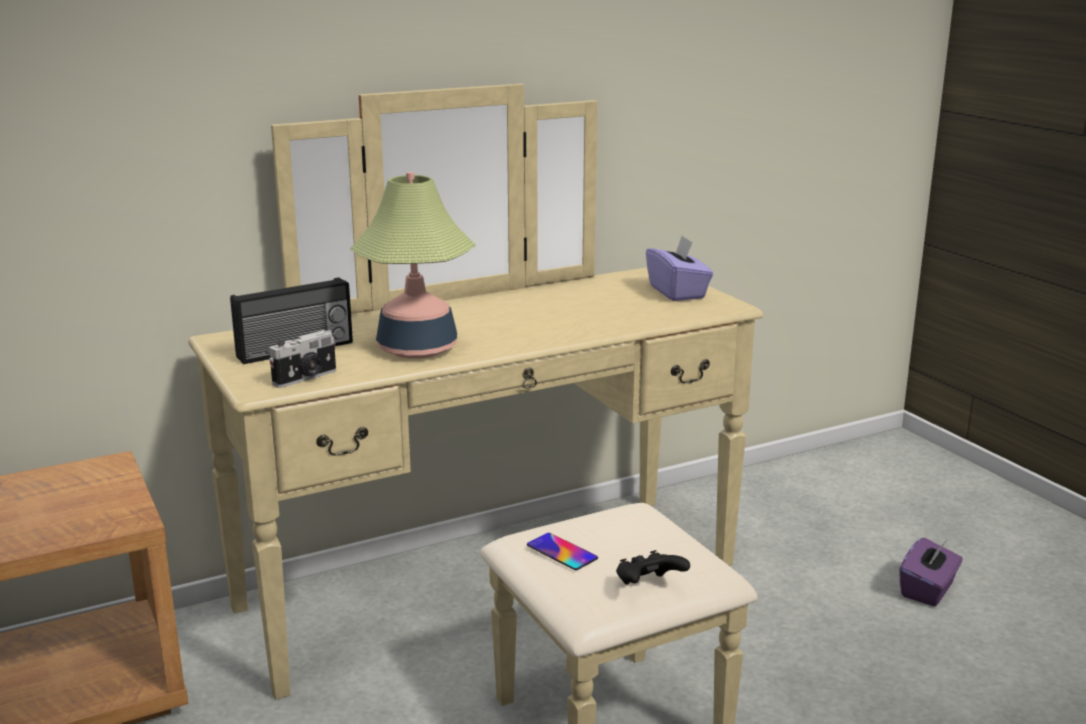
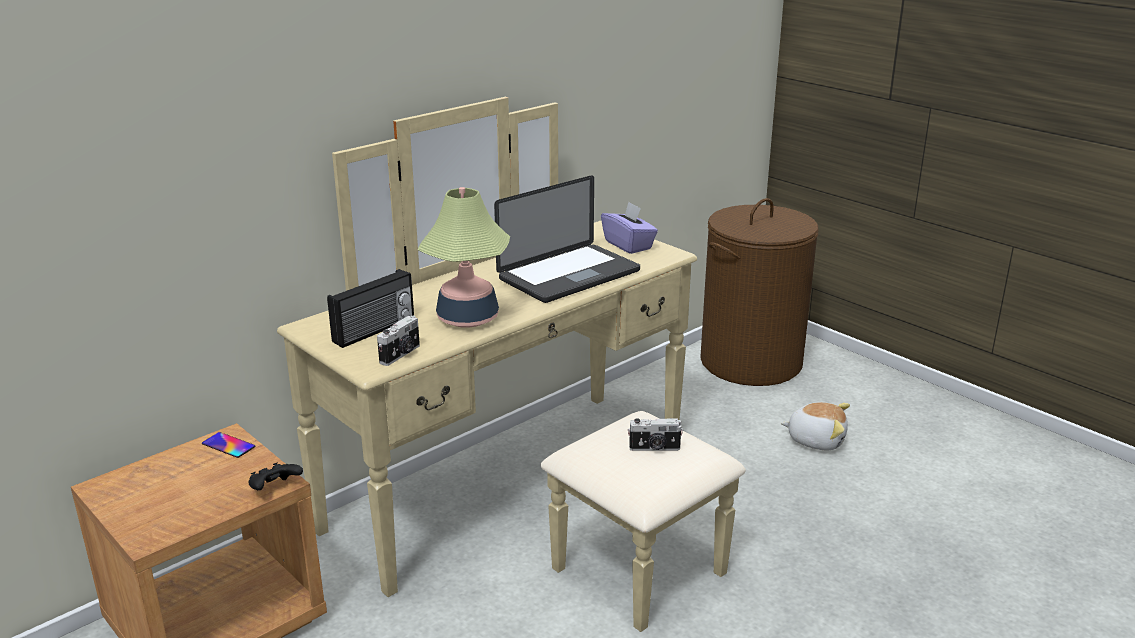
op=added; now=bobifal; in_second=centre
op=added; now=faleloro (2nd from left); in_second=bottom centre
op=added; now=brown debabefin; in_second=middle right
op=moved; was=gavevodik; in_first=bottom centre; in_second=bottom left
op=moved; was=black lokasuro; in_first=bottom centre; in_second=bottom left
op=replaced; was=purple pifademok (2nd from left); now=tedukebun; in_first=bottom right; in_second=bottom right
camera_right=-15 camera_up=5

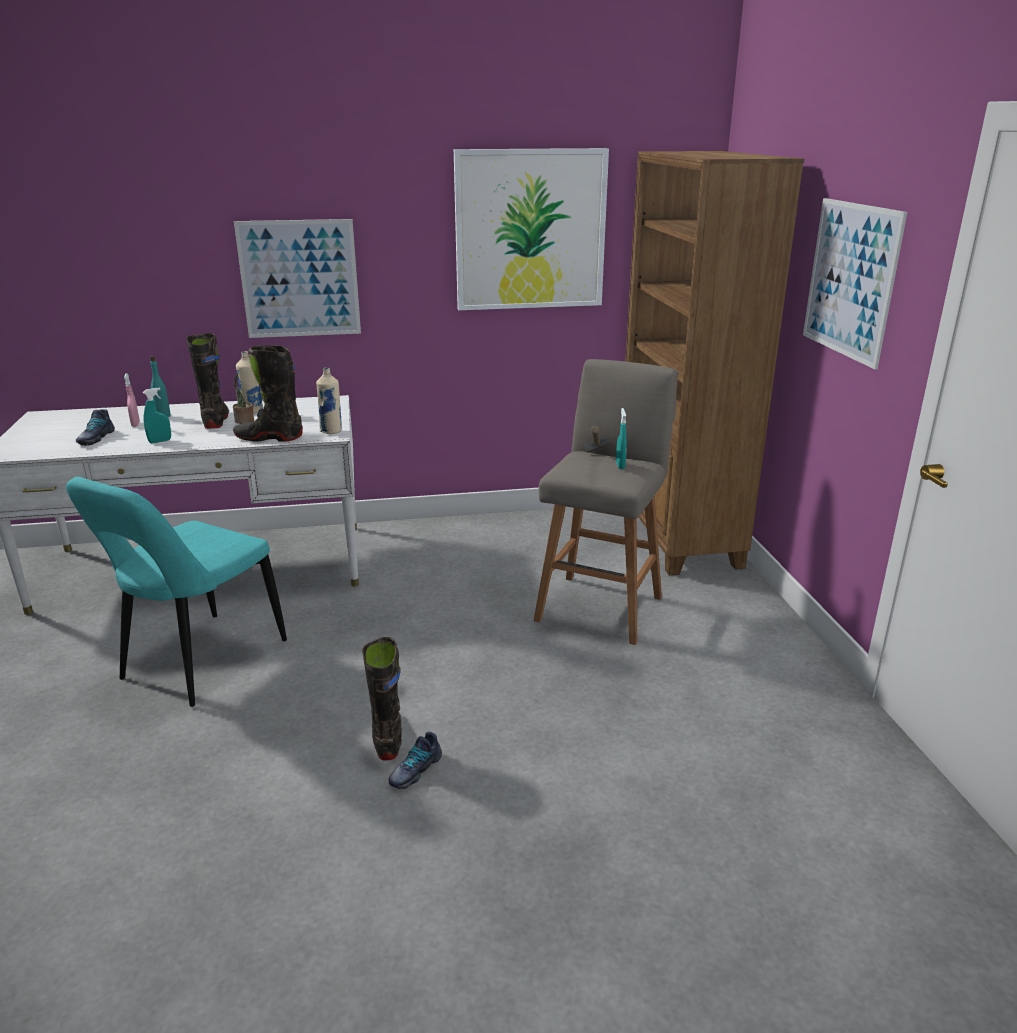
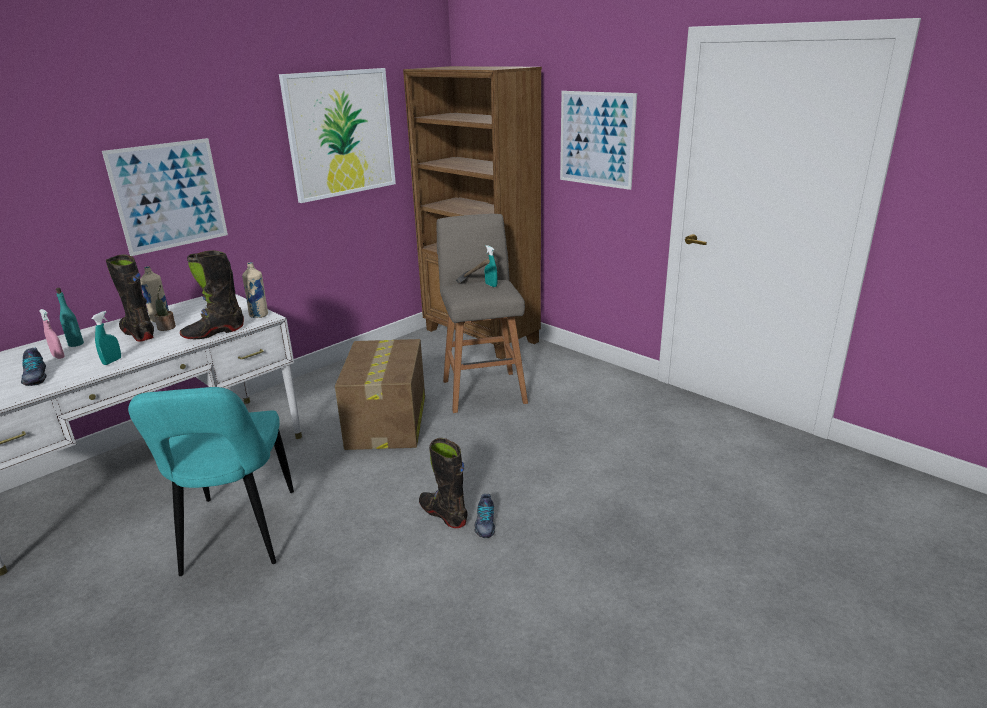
op=added; now=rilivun; in_second=centre
camera_right=-35 camera_up=0

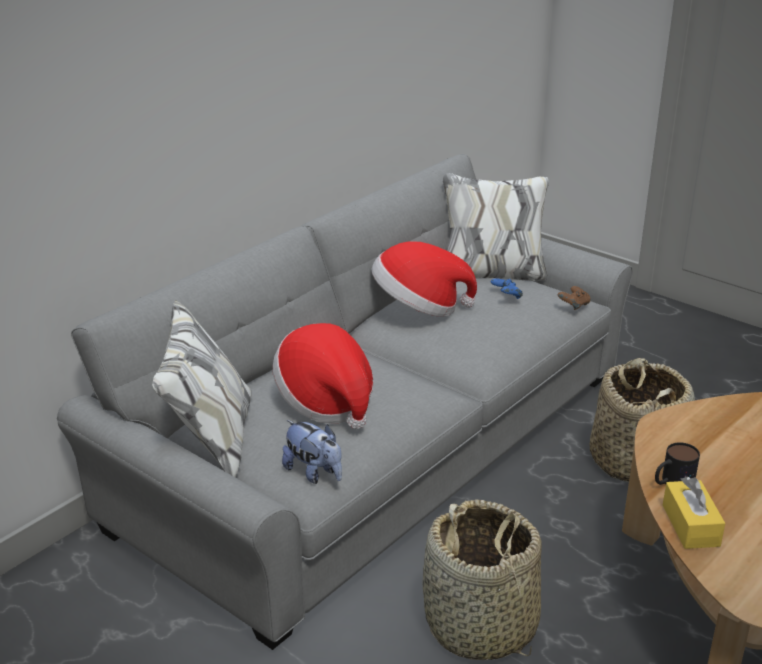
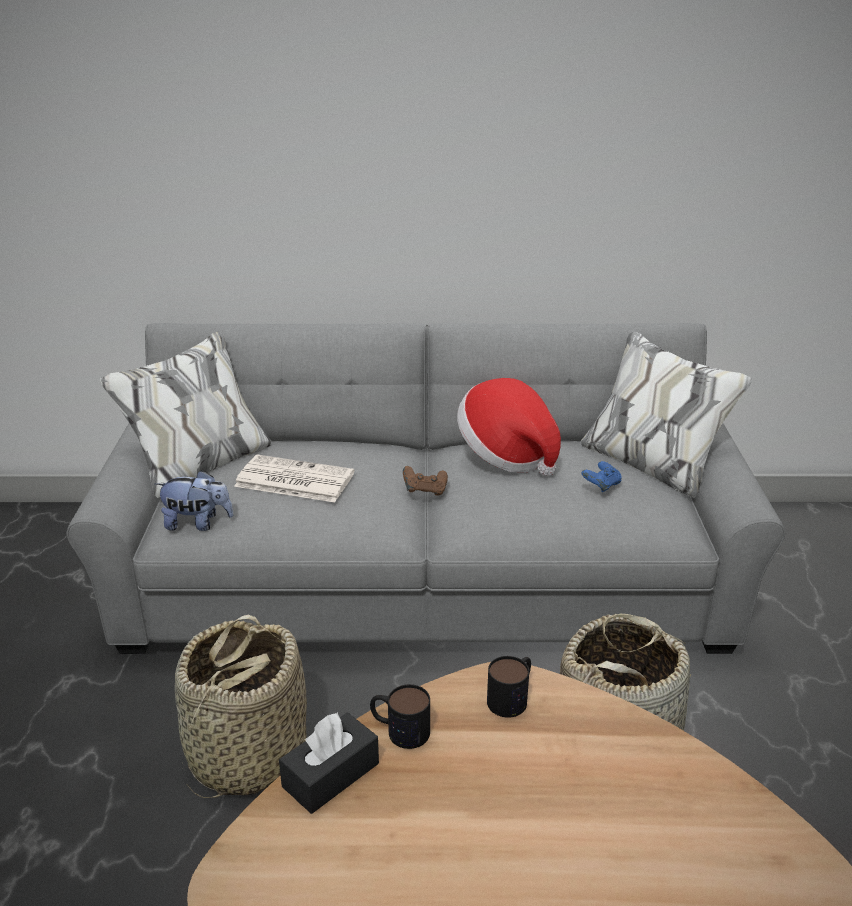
op=added; now=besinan (2nd from left); in_second=bottom centre
op=moved; was=brown lokasuro; in_first=middle right; in_second=centre
op=replaced; was=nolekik (1st from left); now=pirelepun; in_first=centre; in_second=centre
op=recoloured; was=yellow pifademok; now=black pifademok; in_first=bottom right; in_second=bottom centre
op=turned; was=tedukebun; in_first=bottom centre; in_second=middle left; clockwise=-90
camera_right=50 camera_up=0

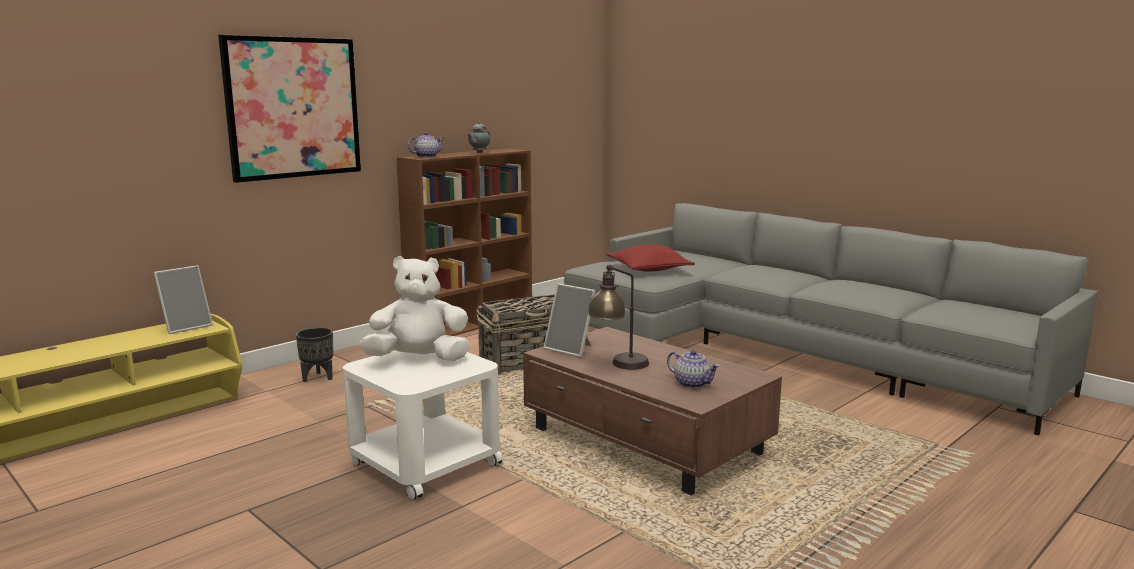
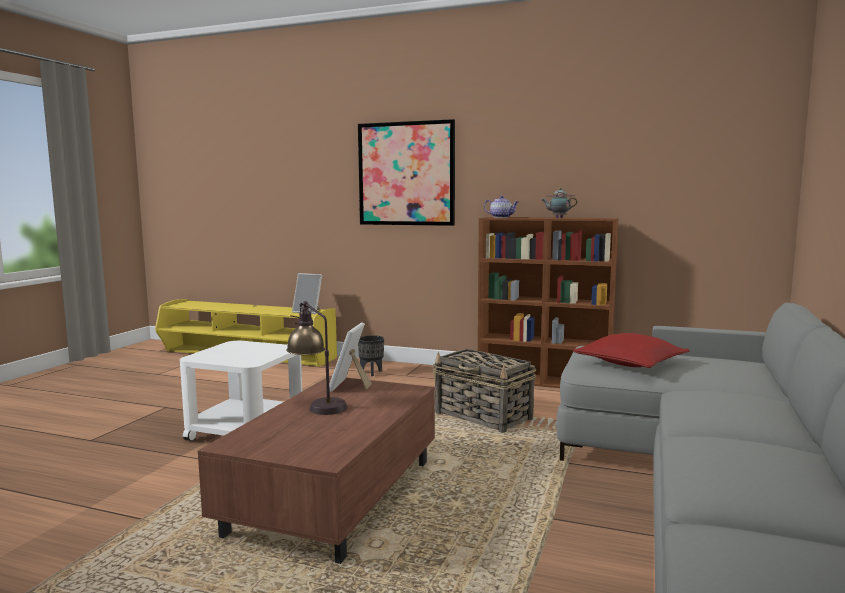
op=removed; was=white tedukebun; in_first=centre
op=removed; was=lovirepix (3rd from left); in_first=centre
camera_right=65 camera_up=-5

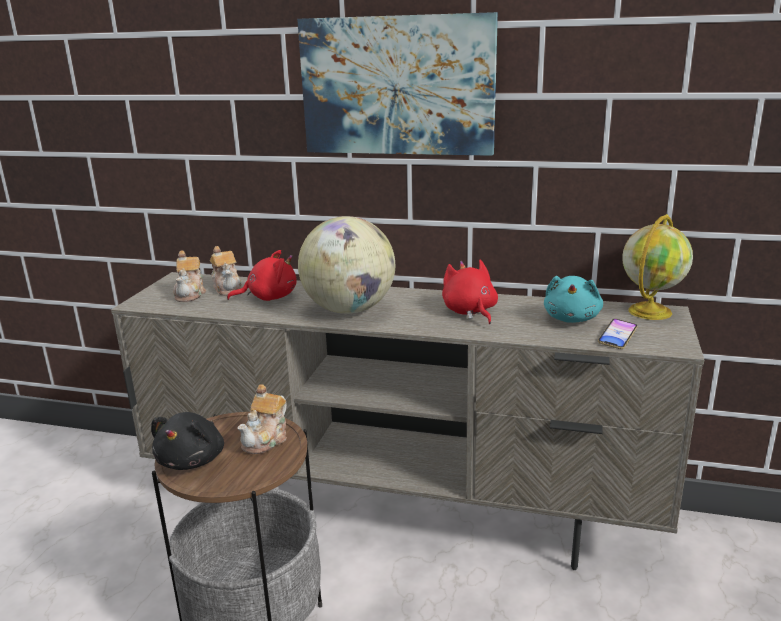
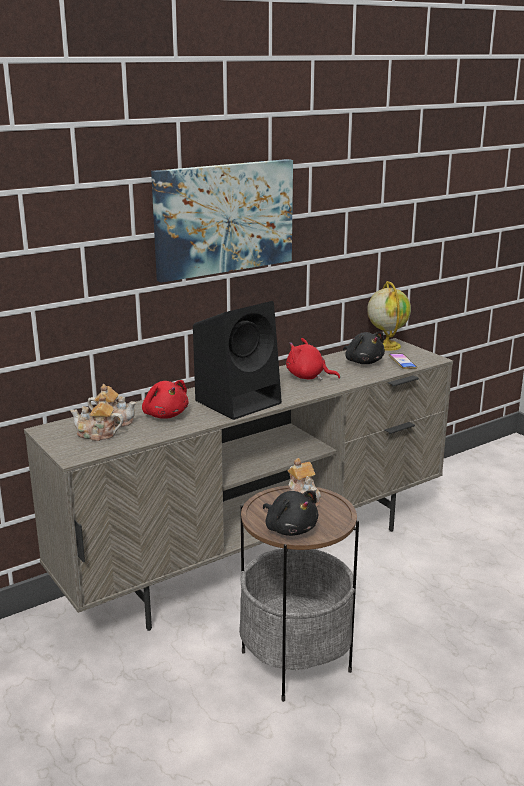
op=replaced; was=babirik (1st from left); now=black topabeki; in_first=centre; in_second=centre
op=recoloured; was=turquoise tedukebun; now=black tedukebun (2nd from left); in_first=middle right; in_second=middle right
op=turned; was=lovirepix (1st from left); in_first=middle left; in_second=middle left; clockwise=150
op=turned; was=red tedukebun (1st from left); in_first=centre; in_second=middle left; clockwise=120
camera_right=-50 camera_up=0

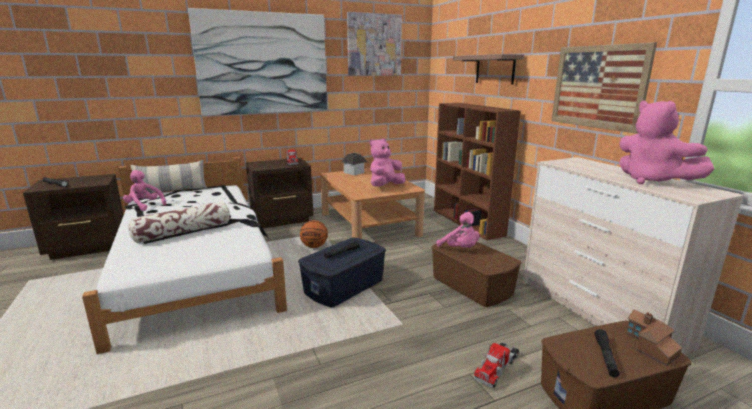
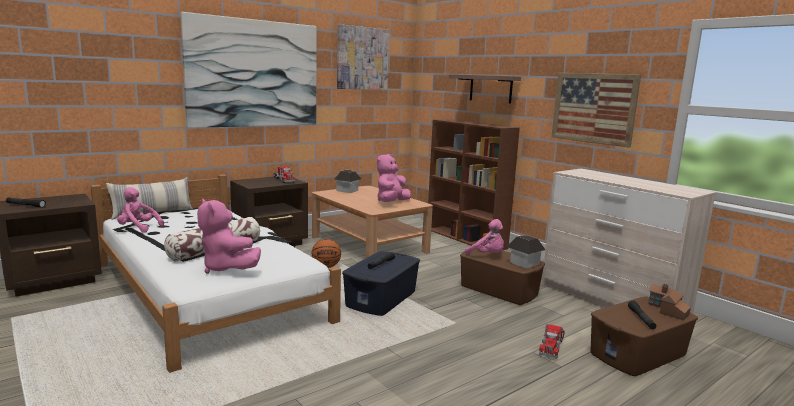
op=added; now=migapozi (2nd from left); in_second=centre
op=moved; was=pink tedukebun (4th from left in the first image); now=pink tedukebun (2nd from left); in_first=middle right; in_second=middle left
camera_right=-15 camera_up=-5

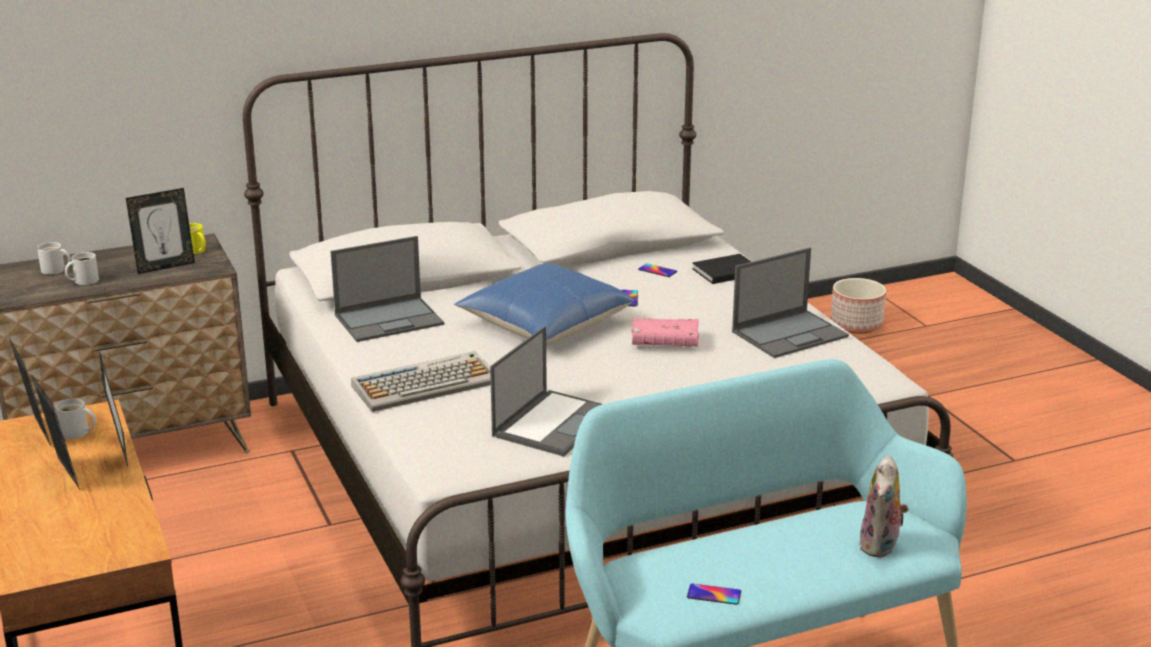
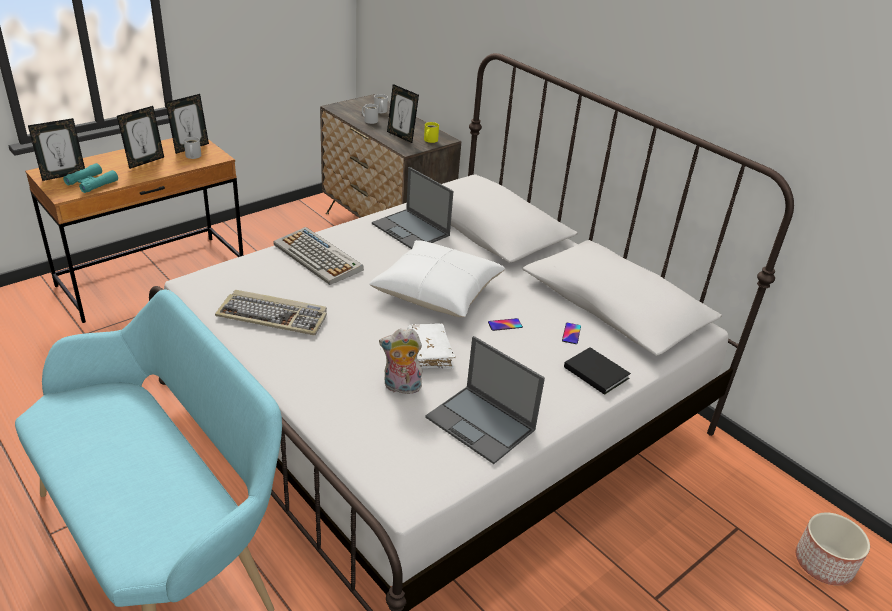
op=removed; was=gavevodik (3rd from left); in_first=bottom centre
op=added; now=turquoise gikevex; in_second=top left
op=moved; was=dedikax (3rd from left in the first image); now=dedikax (1st from left); in_first=middle left; in_second=top left
op=moved; was=tedukebun; in_first=bottom right; in_second=centre
op=replaced; was=bobifal (2nd from left); now=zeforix (1st from left); in_first=centre; in_second=middle left
op=recoloured; was=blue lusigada; now=white lusigada; in_first=centre; in_second=centre
op=recoloured; was=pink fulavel; now=white fulavel; in_first=centre; in_second=centre
camera_right=70 camera_up=10

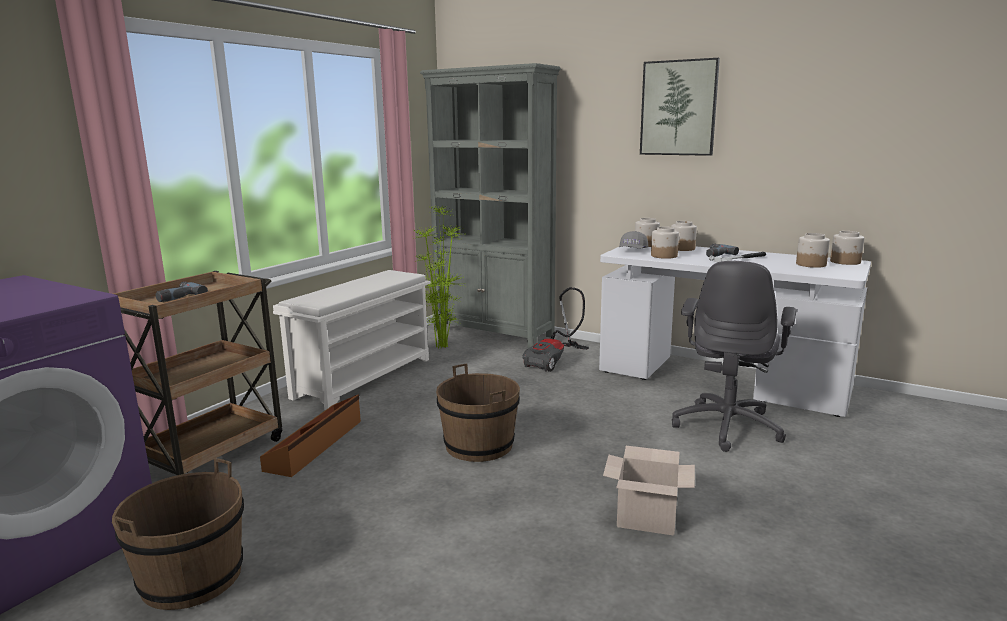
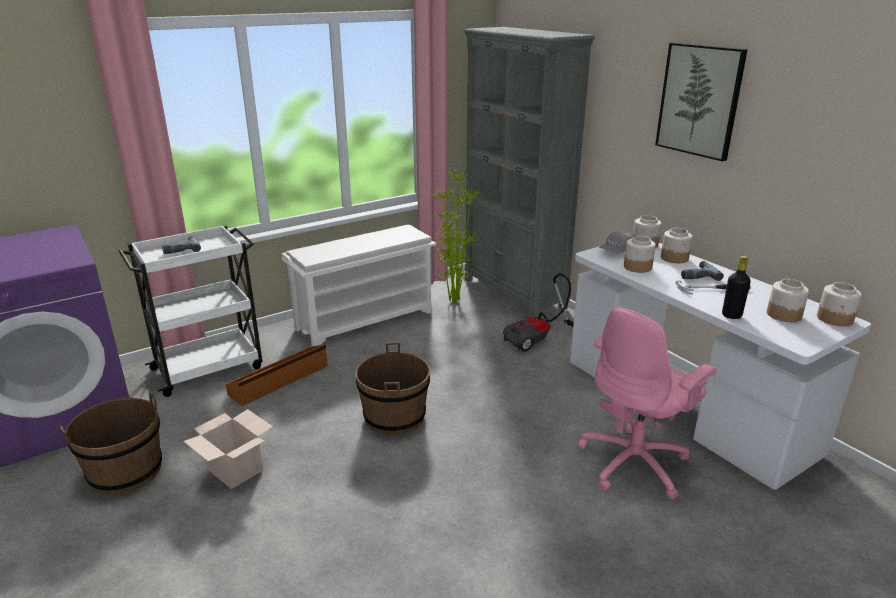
op=added; now=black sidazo; in_second=middle right
op=moved; was=rilivun; in_first=bottom centre; in_second=bottom left
op=recoloured; was=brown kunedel; now=white kunedel; in_first=middle left; in_second=middle left
op=recoloured; was=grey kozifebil; now=pink kozifebil; in_first=middle right; in_second=bottom right
camera_right=25 camera_up=10

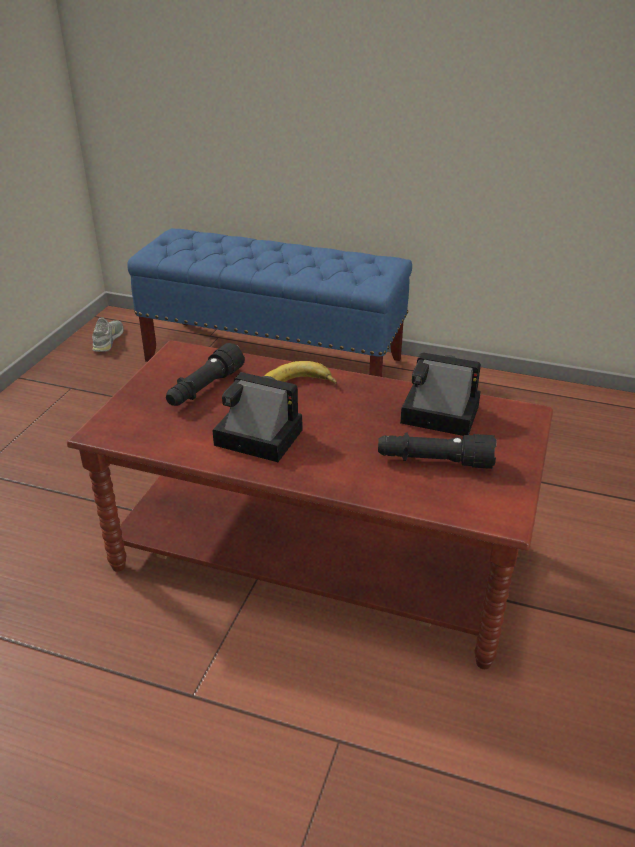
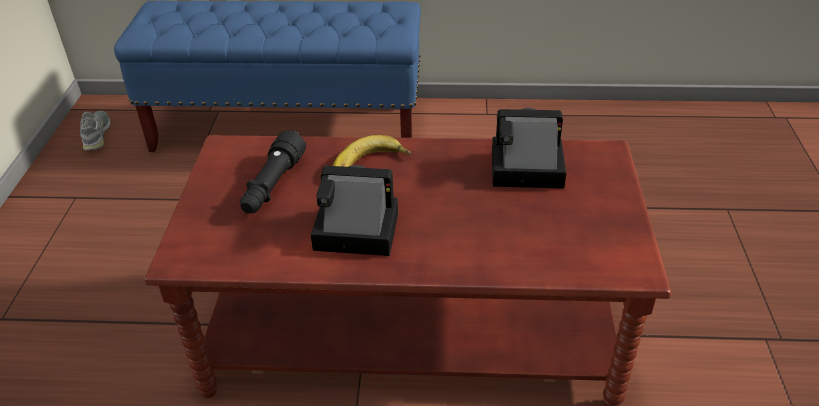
op=removed; was=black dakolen (2nd from left); in_first=middle right
camera_right=-15 camera_up=5

